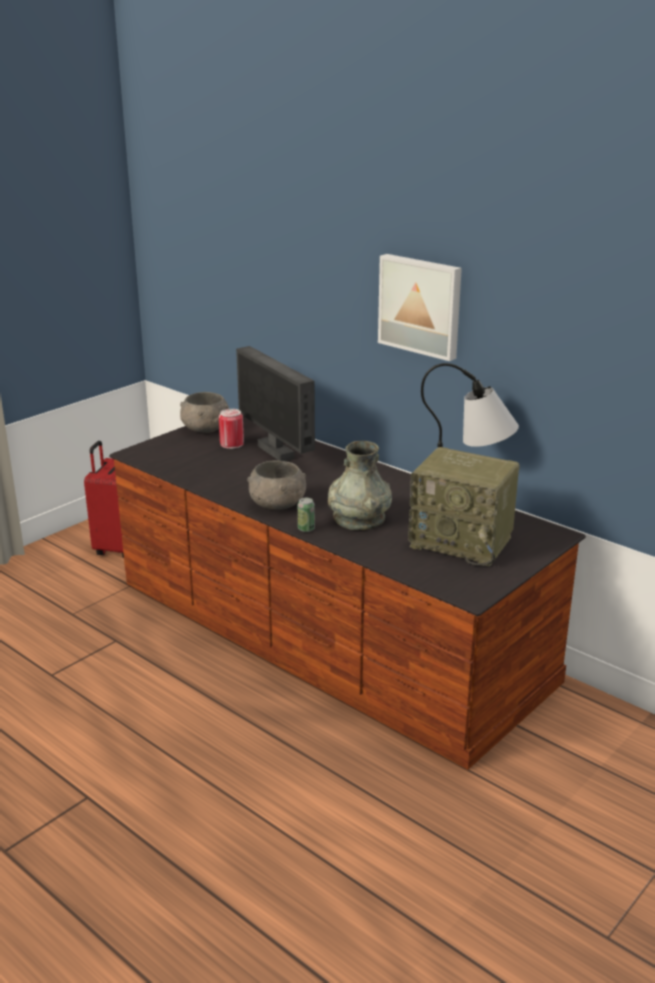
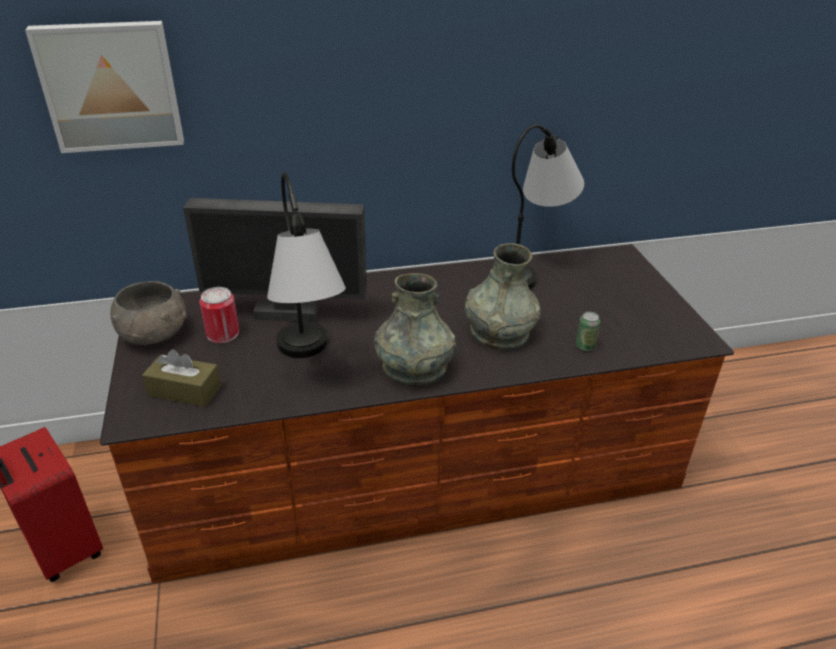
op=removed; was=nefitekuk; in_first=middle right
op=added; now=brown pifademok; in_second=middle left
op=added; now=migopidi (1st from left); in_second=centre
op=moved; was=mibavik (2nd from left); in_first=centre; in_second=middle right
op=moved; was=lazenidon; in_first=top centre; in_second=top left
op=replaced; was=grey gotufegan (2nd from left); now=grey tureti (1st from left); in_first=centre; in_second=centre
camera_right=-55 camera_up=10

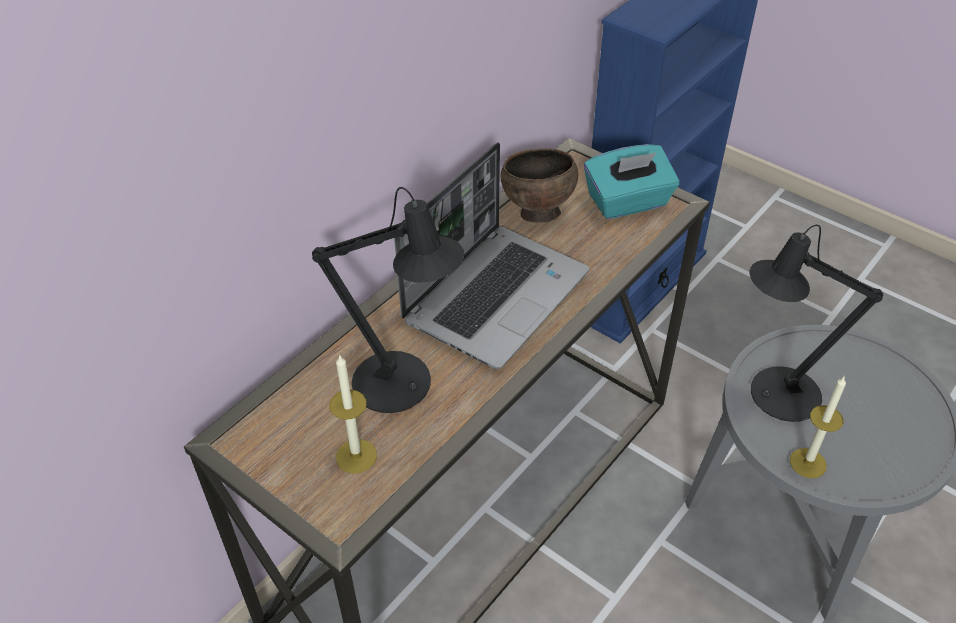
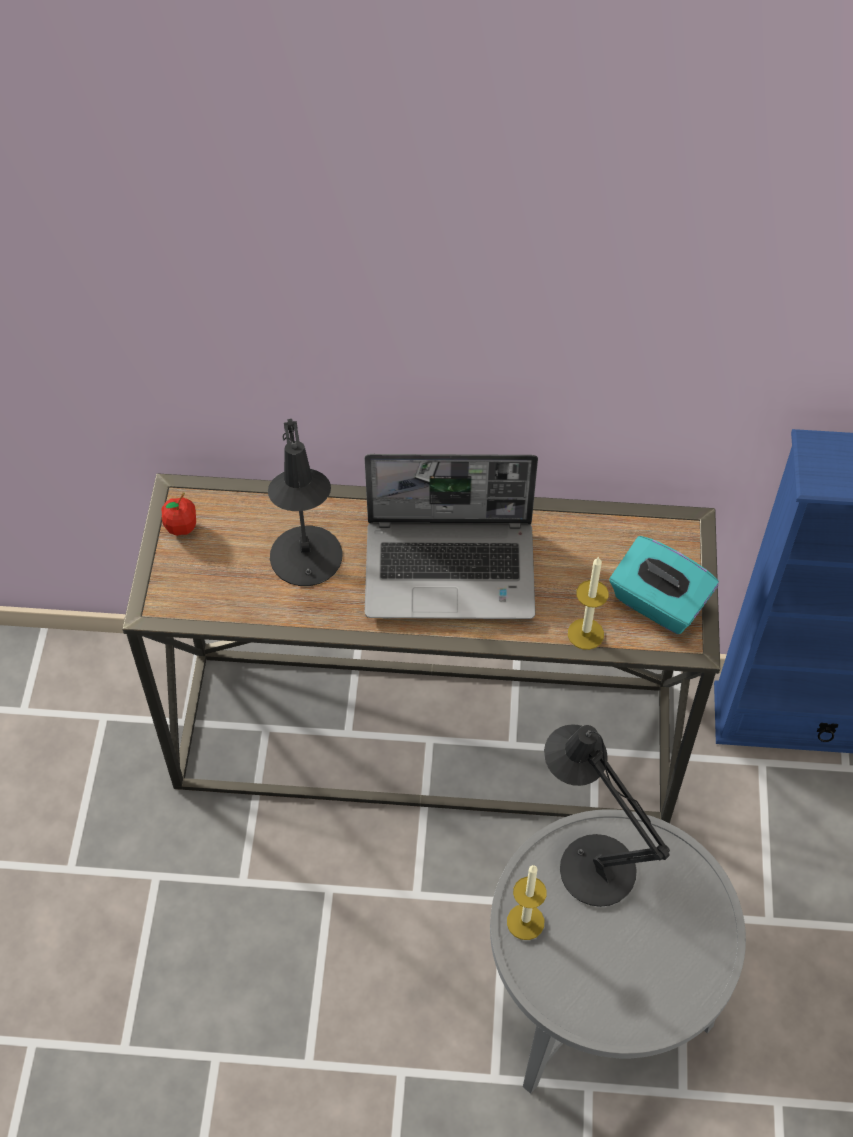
op=removed; was=brown gotufegan; in_first=top centre
op=added; now=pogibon; in_second=middle left
op=moved; was=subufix (1st from left in the first image); now=subufix (2nd from left); in_first=centre; in_second=middle right
camera_right=55 camera_up=10

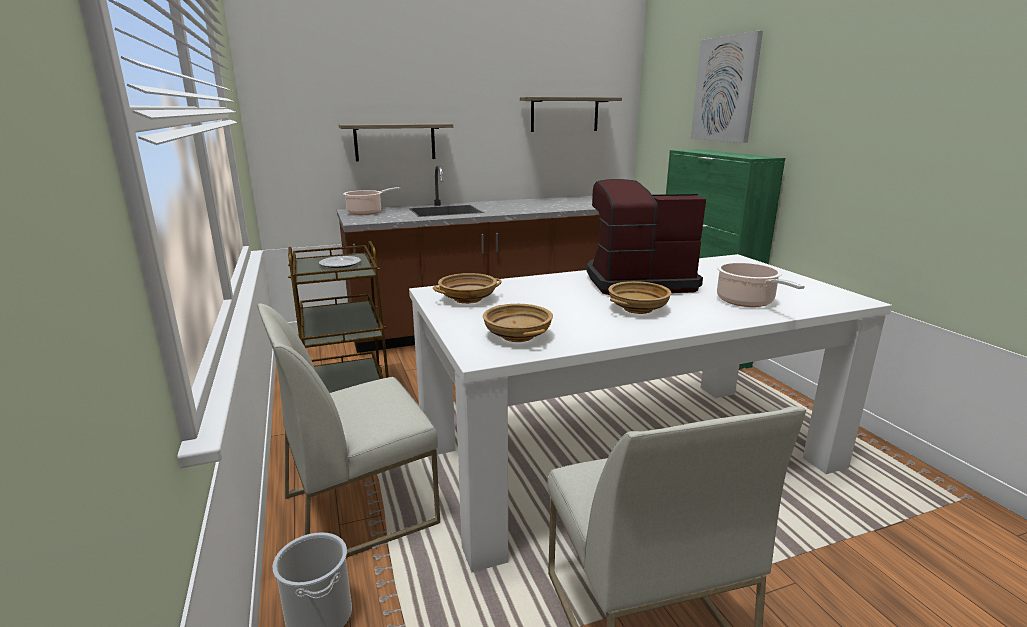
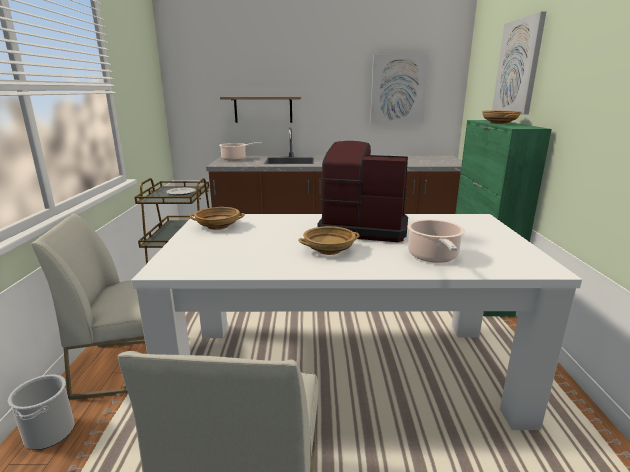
op=moved; was=beige gotufegan (2nd from left in the first image); now=beige gotufegan (3rd from left); in_first=centre; in_second=top right
op=replaced; was=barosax (2nd from left); now=lazenidon (1st from left); in_first=top centre; in_second=top centre
camera_right=20 camera_up=0

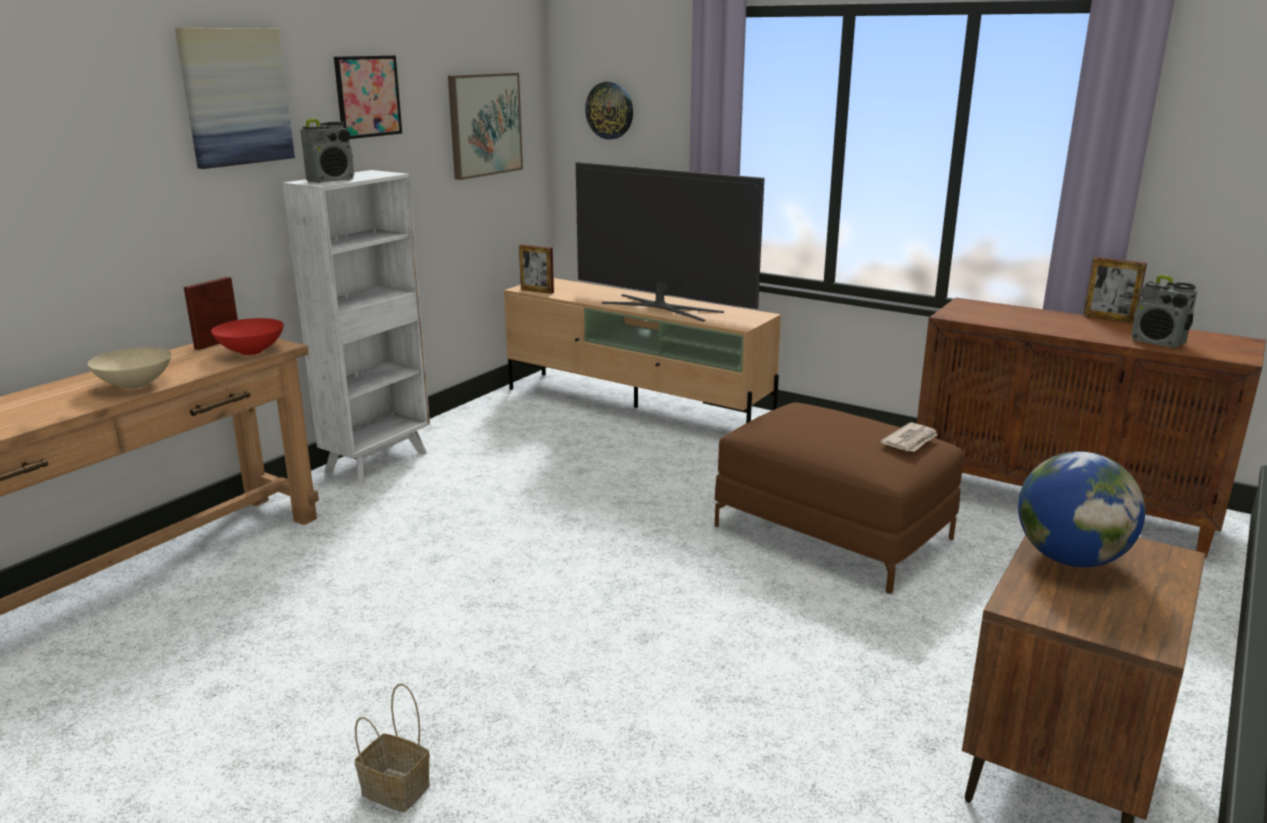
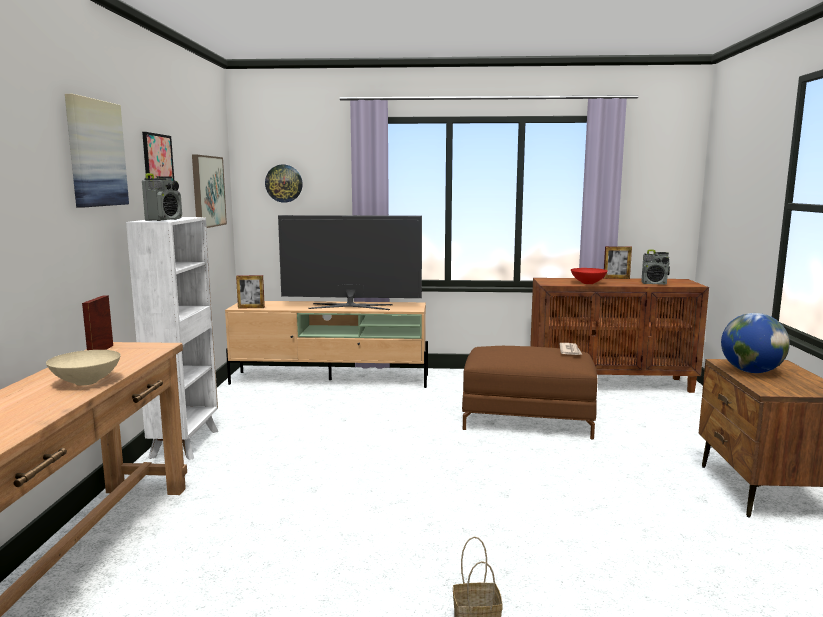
op=moved; was=red gotufegan; in_first=middle left; in_second=middle right
camera_right=-30 camera_up=-10

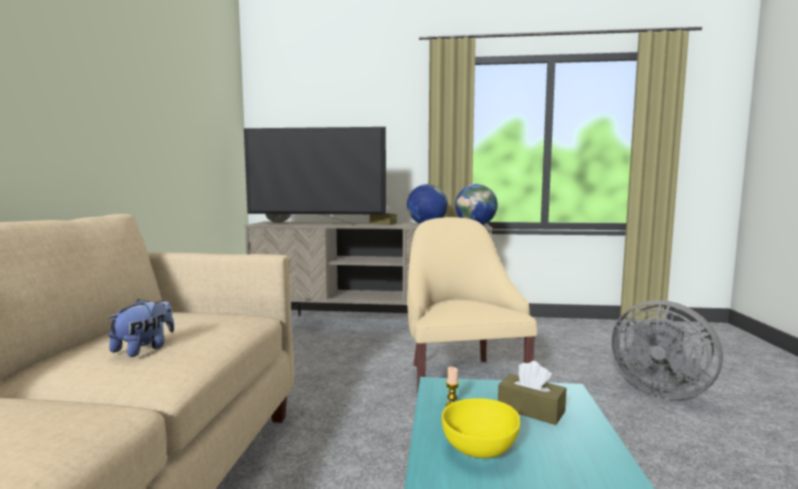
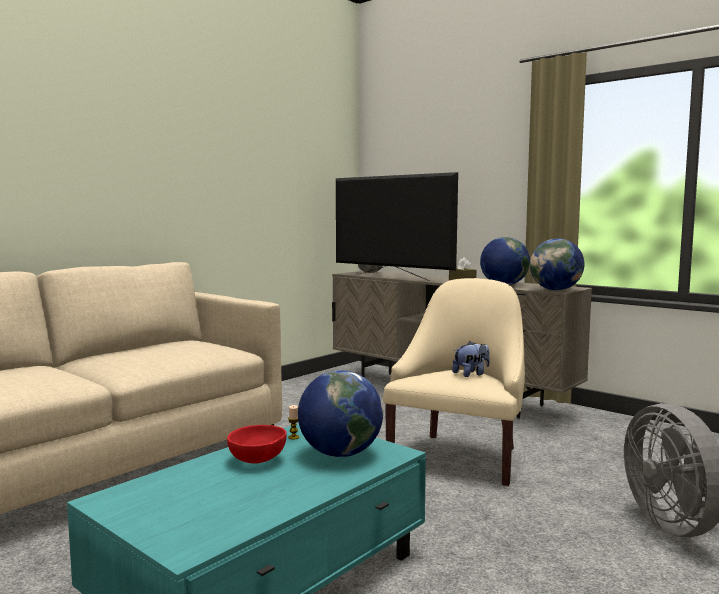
op=moved; was=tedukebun; in_first=bottom left; in_second=centre
op=replaced; was=brown pifademok (2nd from left); now=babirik (1st from left); in_first=bottom right; in_second=bottom centre
op=recoloured; was=yellow gotufegan; now=red gotufegan; in_first=bottom centre; in_second=bottom centre
camera_right=35 camera_up=0

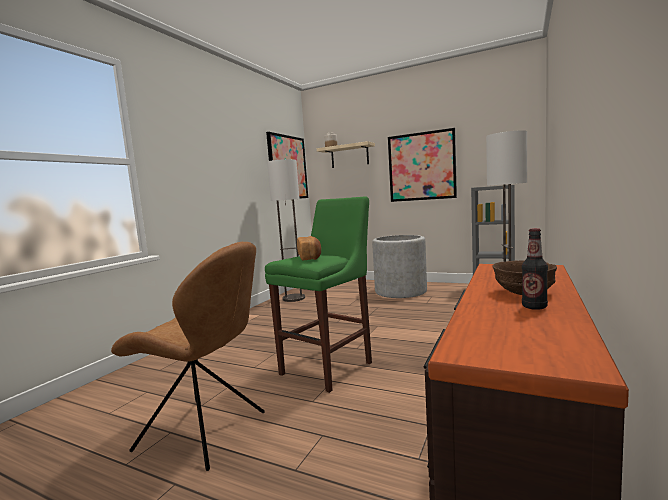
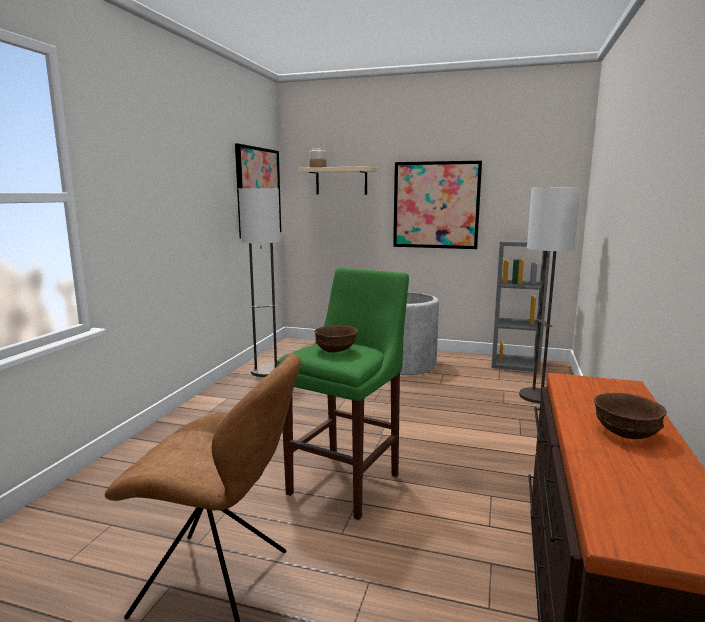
op=removed; was=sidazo; in_first=middle right
op=replaced; was=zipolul; now=brown gotufegan (1st from left); in_first=centre; in_second=centre
camera_right=-10 camera_up=5

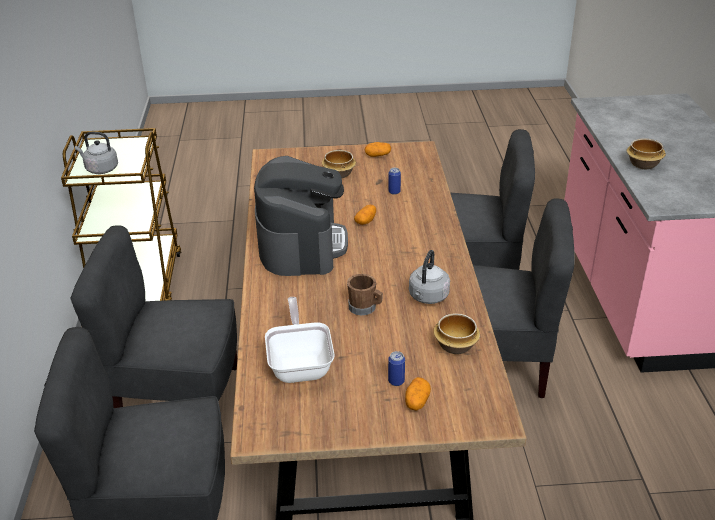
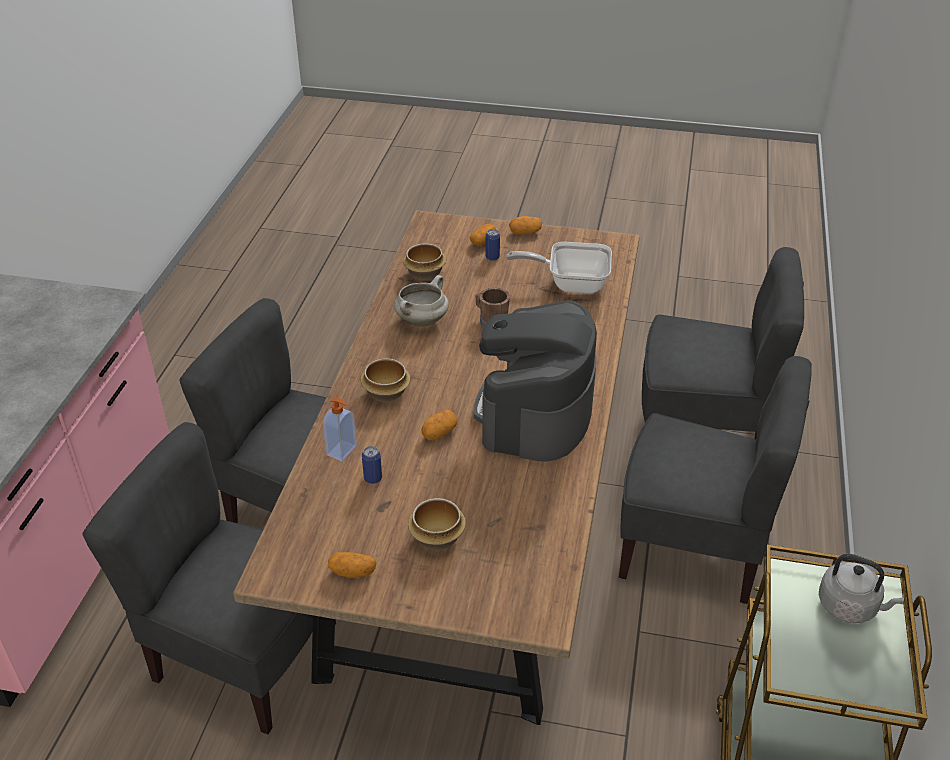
op=added; now=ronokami; in_second=centre
op=added; now=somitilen (4th from left); in_second=top centre
op=moved; was=gotufegan (3rd from left in the first image); now=gotufegan (1st from left); in_first=top right; in_second=centre
op=replaced; was=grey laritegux (2nd from left); now=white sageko; in_first=centre; in_second=centre
op=turned; was=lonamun; in_first=centre; in_second=centre; clockwise=90
camera_right=-165 camera_up=5

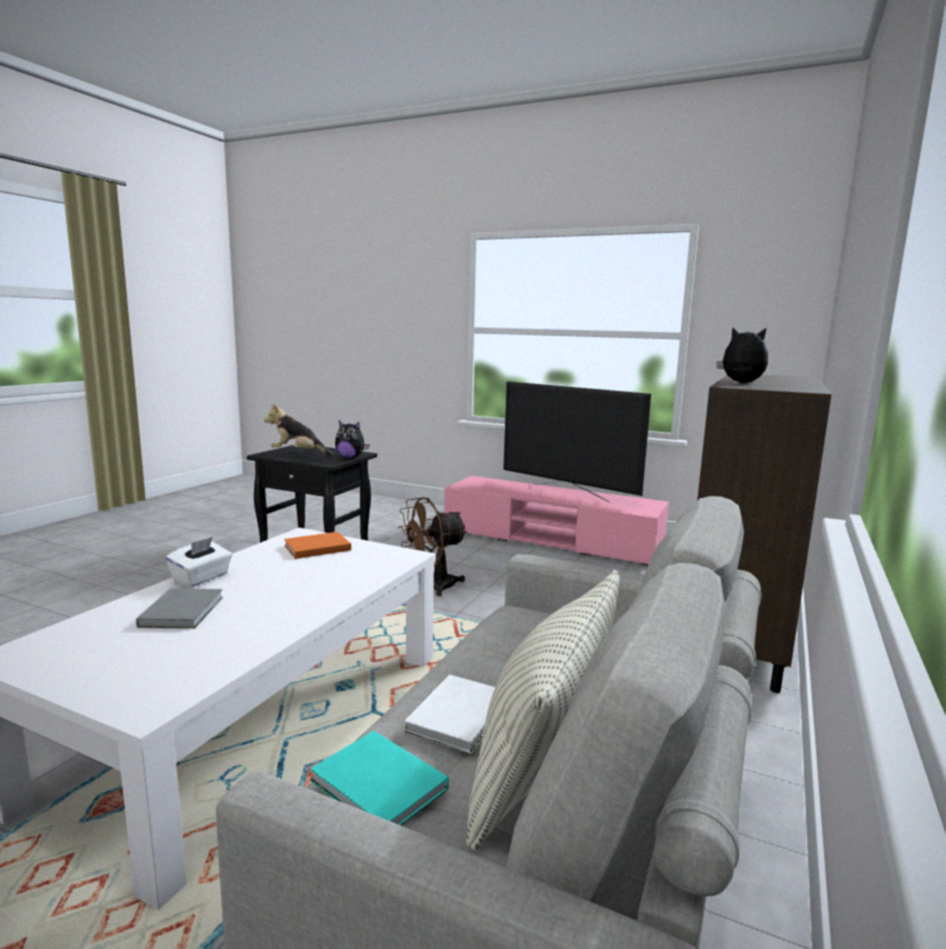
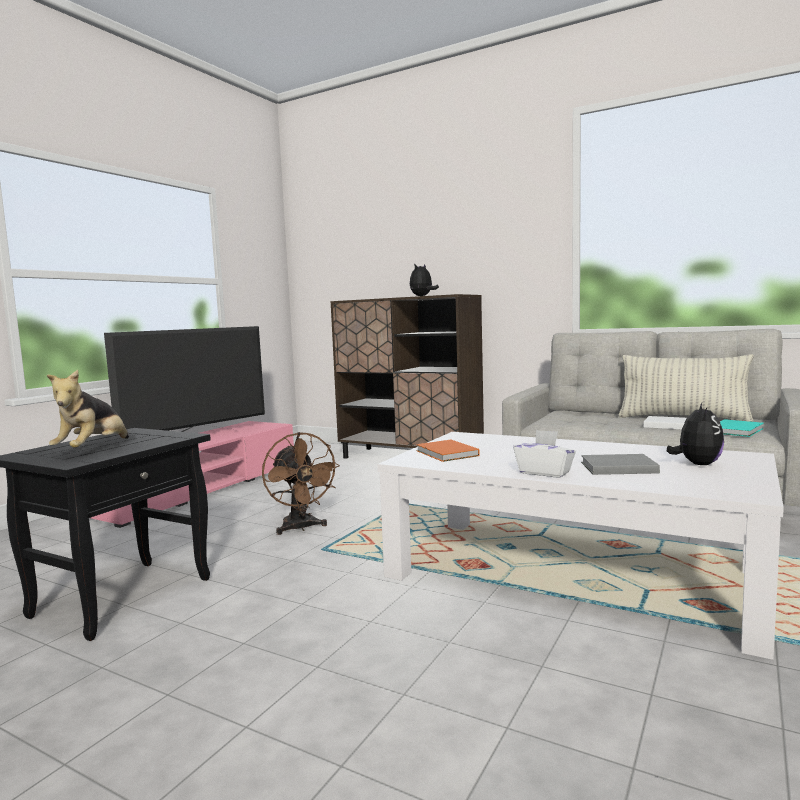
op=moved; was=tedukebun (2nd from left in the first image); now=tedukebun (3rd from left); in_first=centre; in_second=middle right
camera_right=-85 camera_up=-5

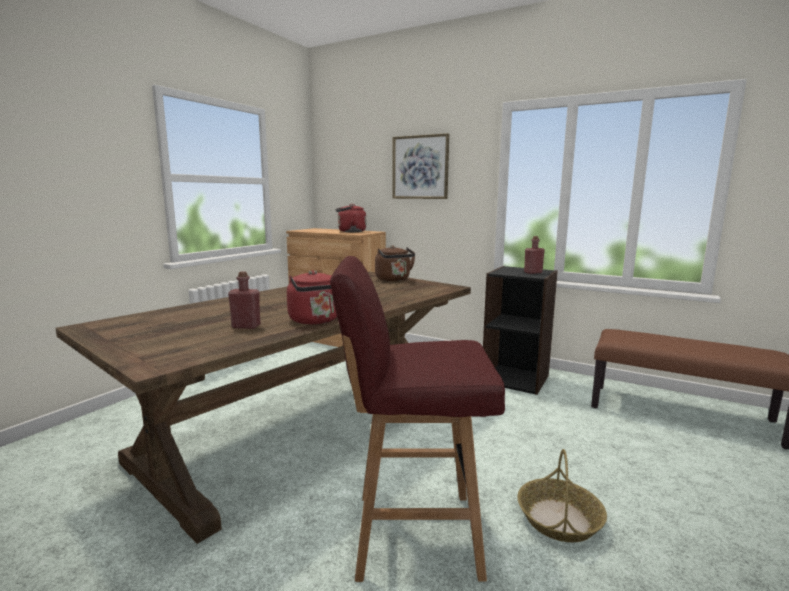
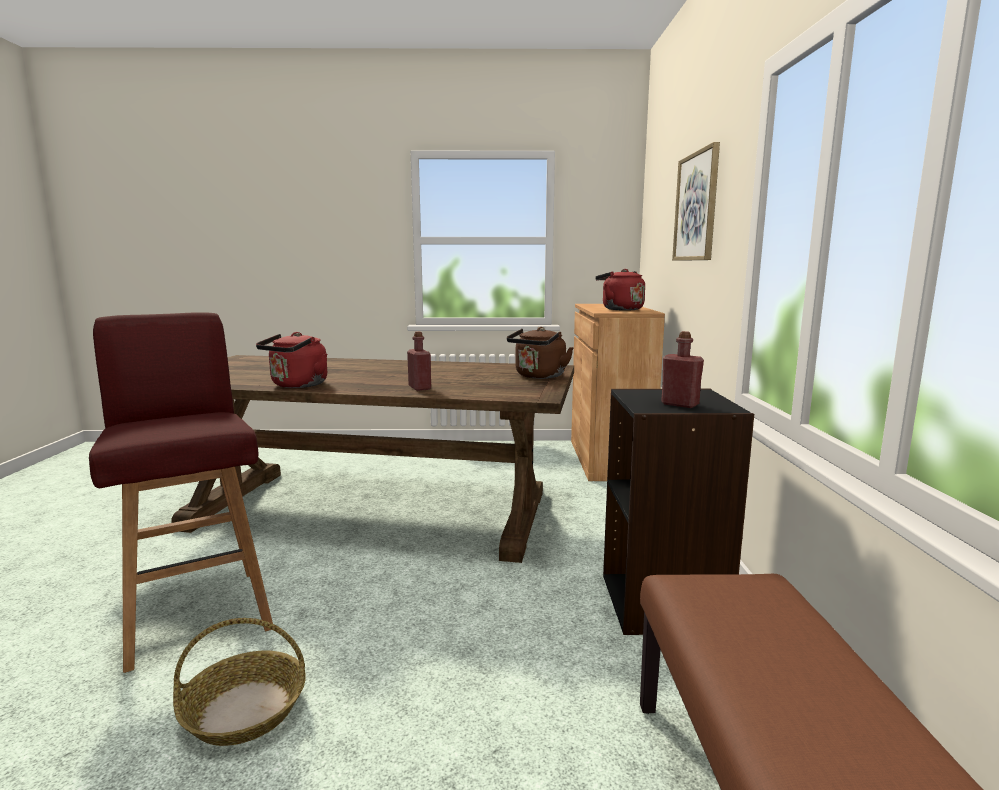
op=moved; was=red sidazo (1st from left); in_first=middle left; in_second=centre
camera_right=60 camera_up=0

